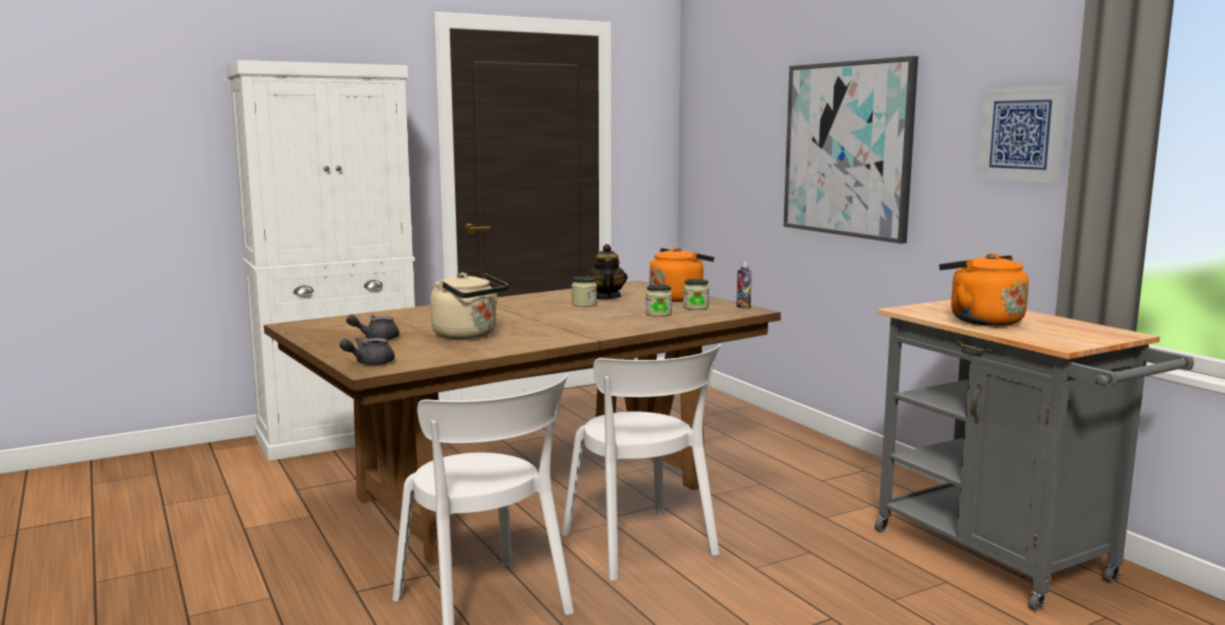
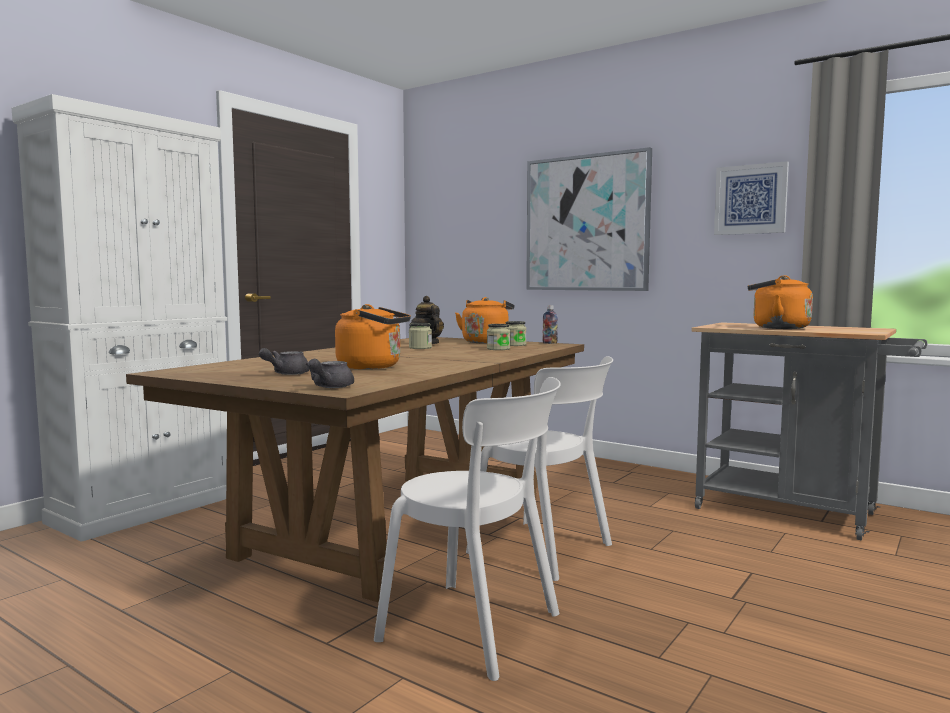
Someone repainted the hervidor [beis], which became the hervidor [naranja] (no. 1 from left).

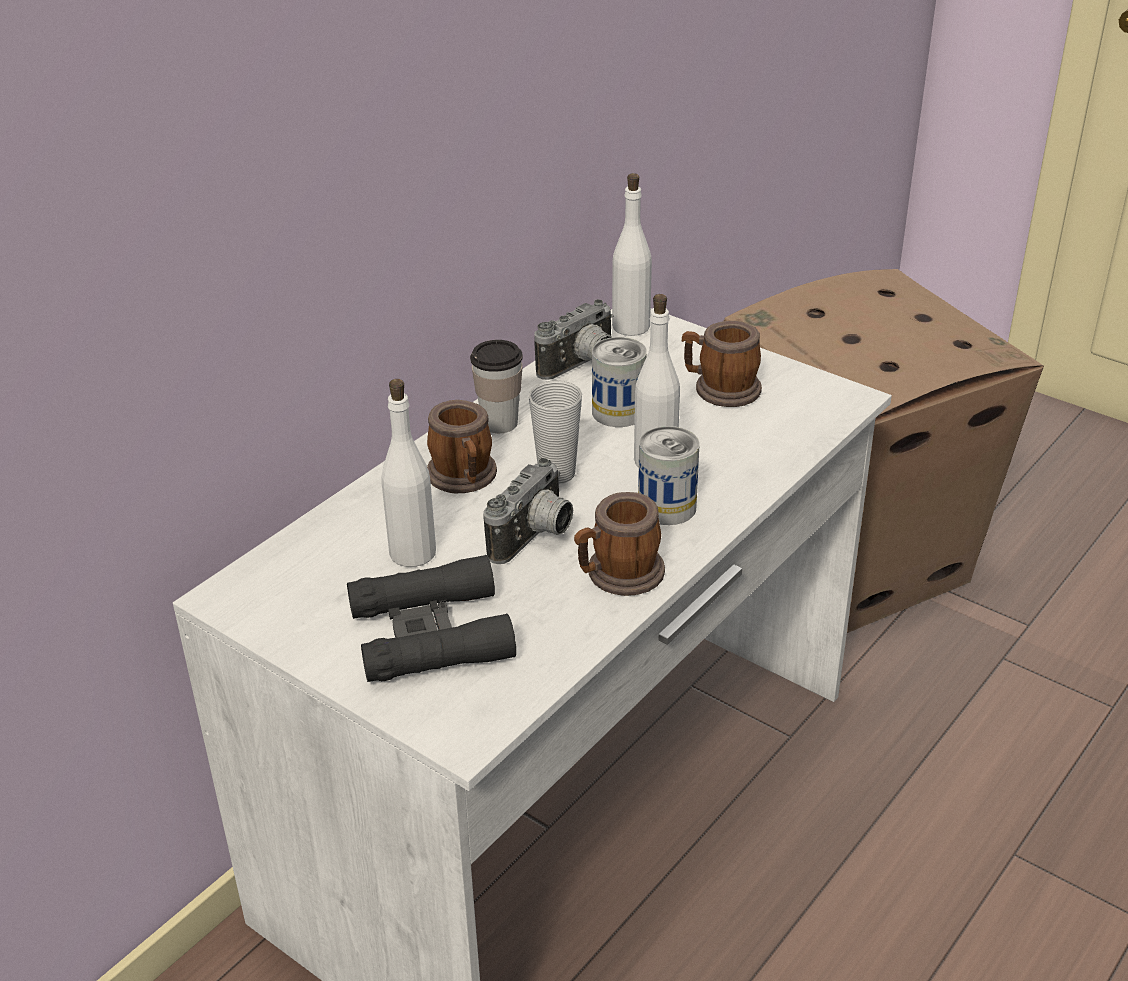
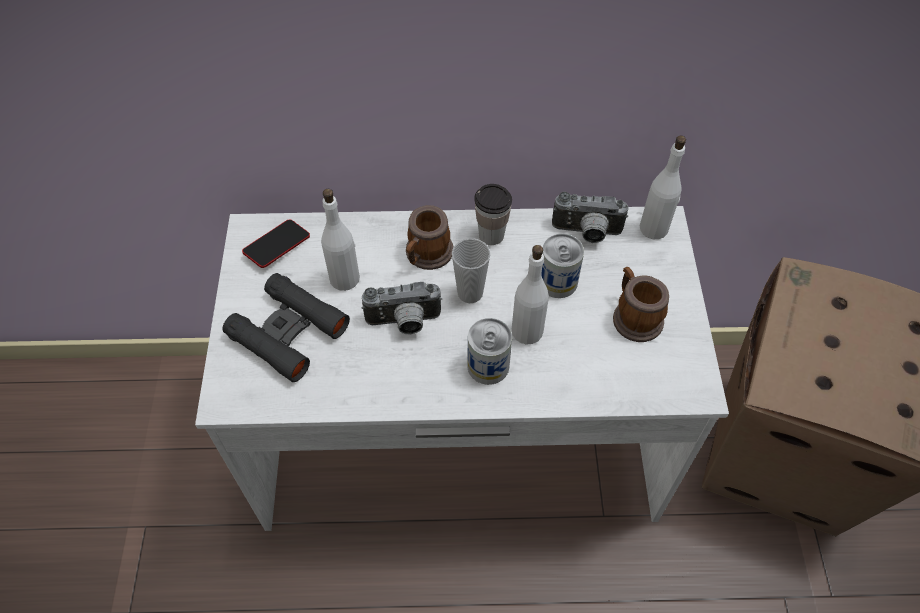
Someone took away the taza grande (no. 2 from left).
Someone put down the móvil.

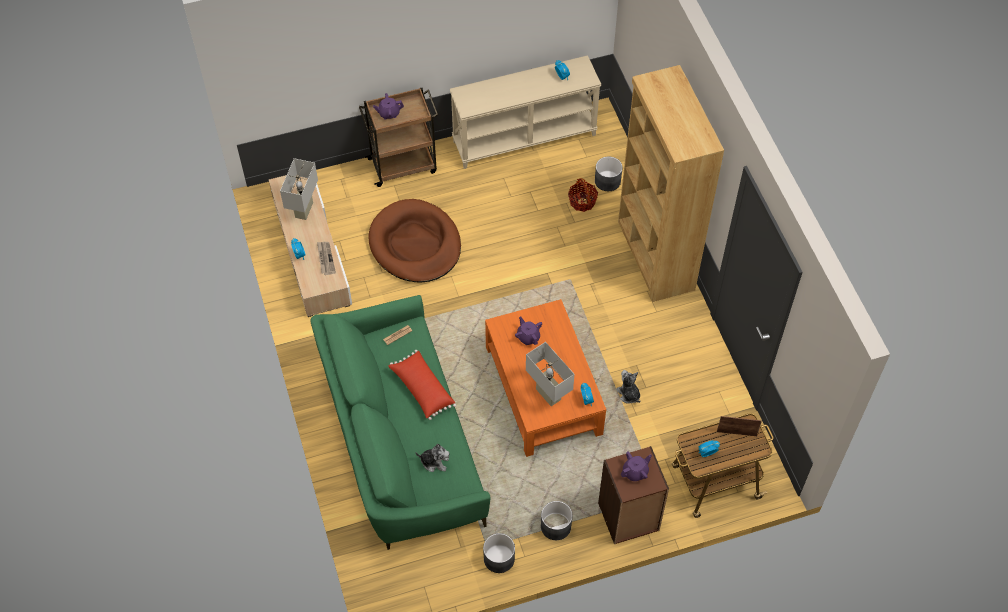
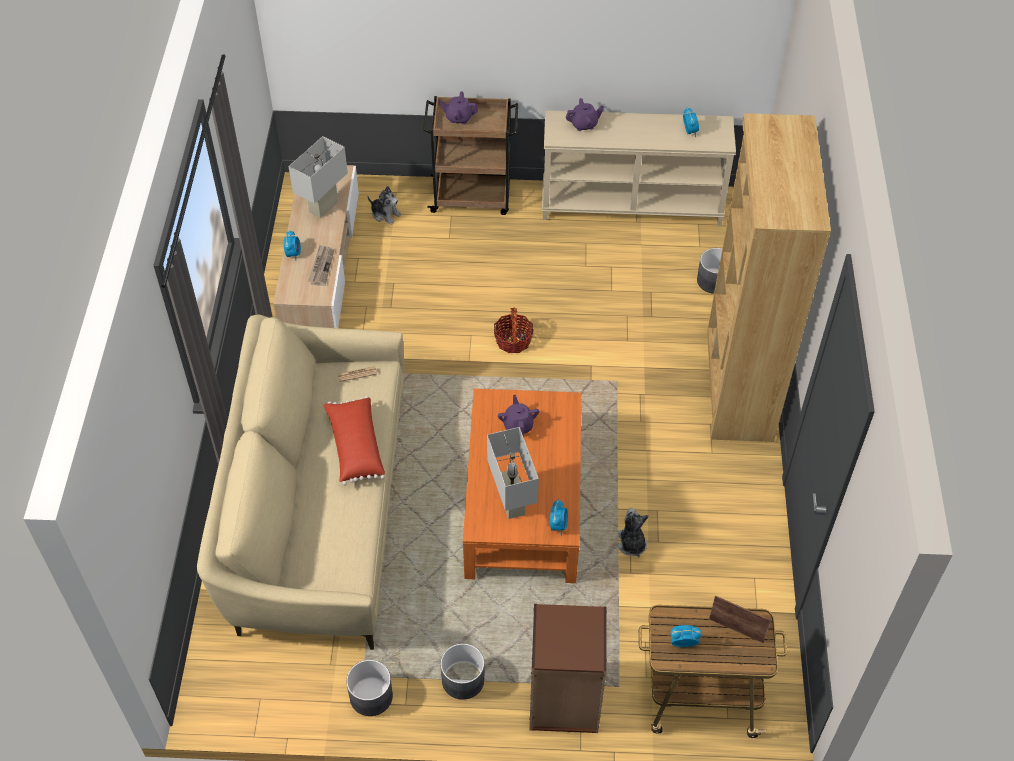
Someone repainted the sofá [verde], which became the sofá [beis].
Someone took away the cama para perro [marrón].
Someone carried the peluche (no. 1 from left).
Someone carried the cesta.
Someone carried the tetera [morado] (no. 3 from left).

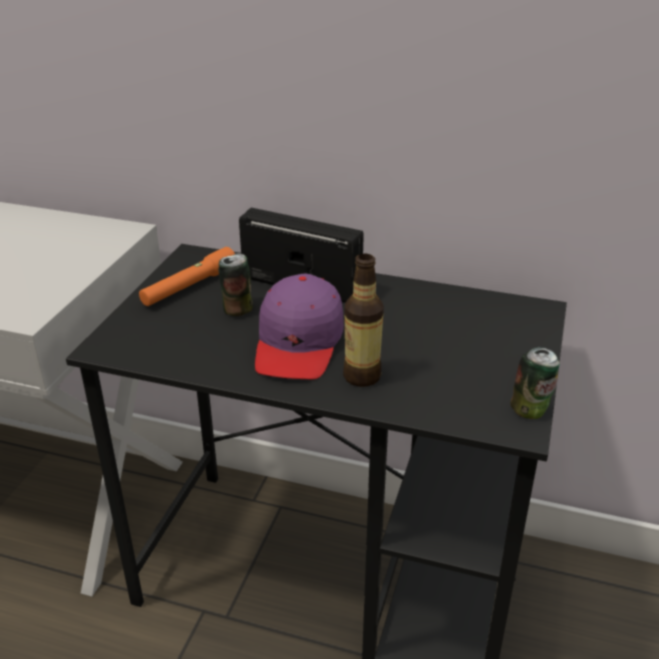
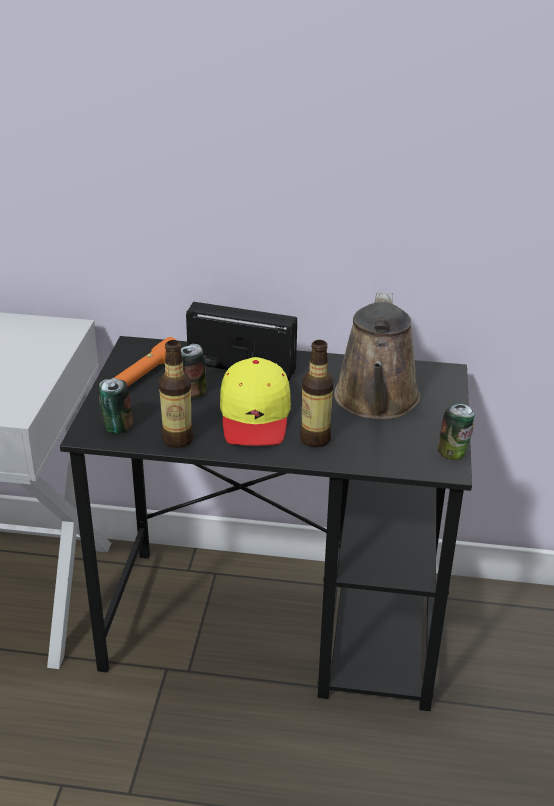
Someone repainted the gorra [morado], which became the gorra [amarillo].
Someone put down the lata (no. 1 from left).
Someone put down the botella (no. 1 from left).
Someone put down the regadera [marrón].

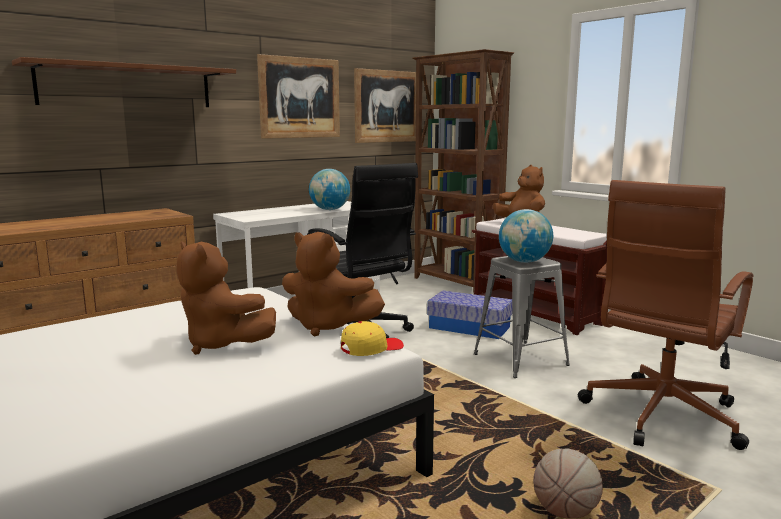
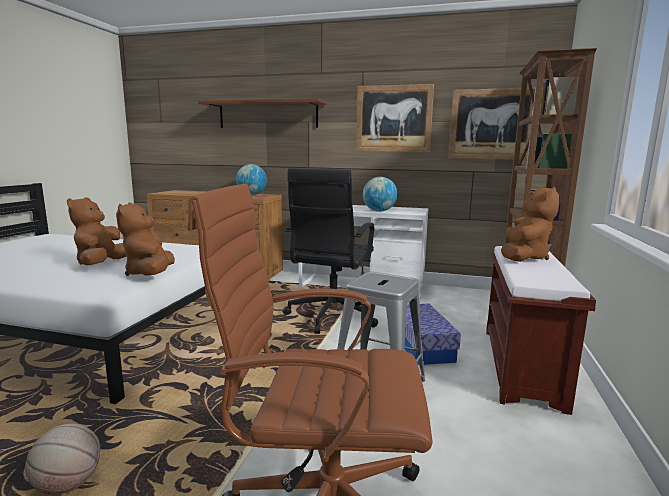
Someone took away the gorra [amarillo].
Someone carried the globo terráqueo (no. 2 from left in the first image).

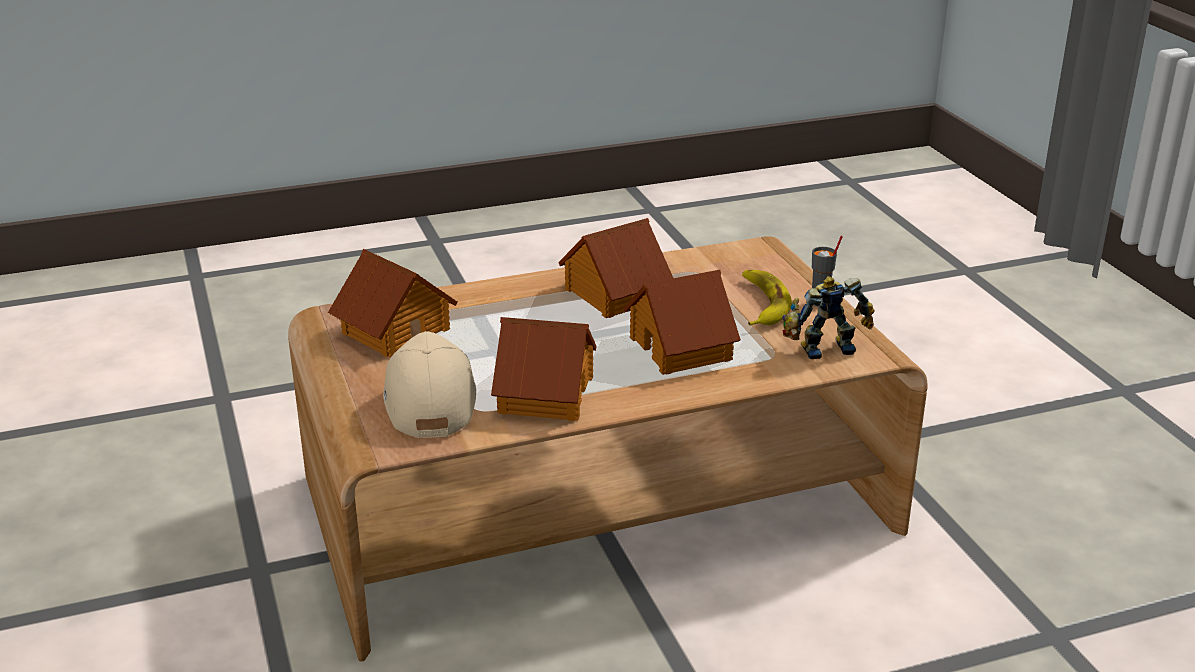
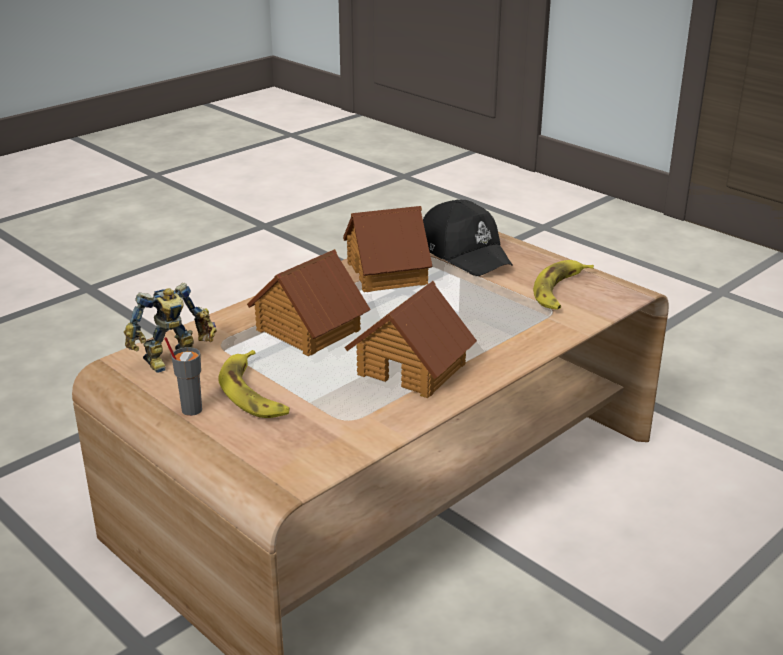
Someone swapped the casita (no. 1 from left) for the plátano (no. 2 from left).
Someone repainted the gorra [beis], which became the gorra [negro].

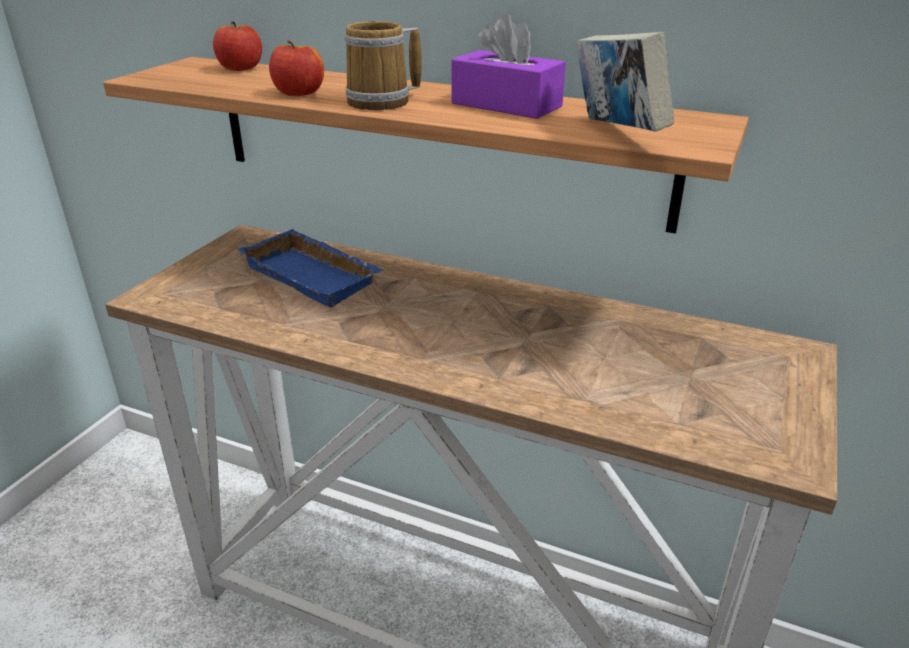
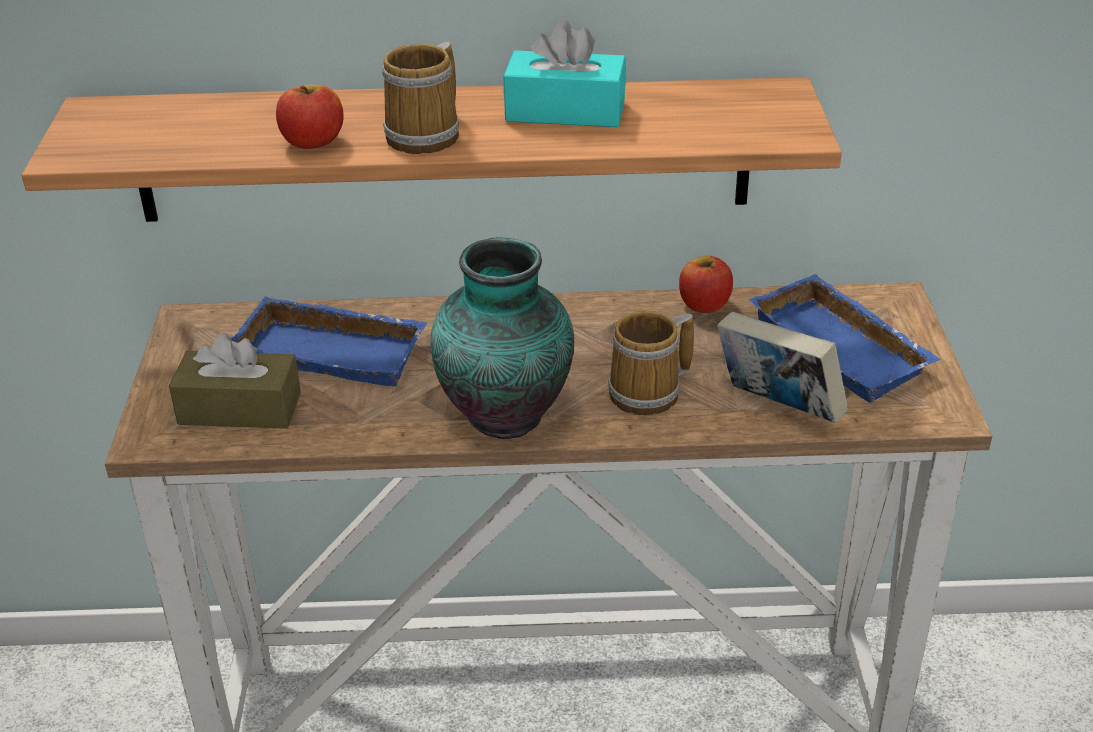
Someone carried the manzana (no. 1 from left in the first image).
Someone repainted the caja de pañuelos [morado], which became the caja de pañuelos [turquesa].
Someone carried the libro.
Someone put down the caja de pañuelos [marrón].
Someone put down the florero.
Someone put down the taza grande (no. 2 from left).
Someone put down the bandeja [azul] (no. 2 from left).

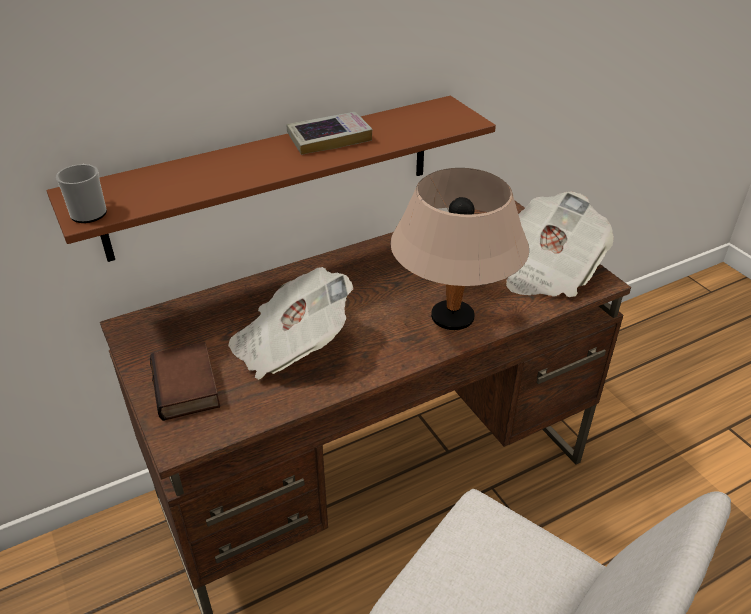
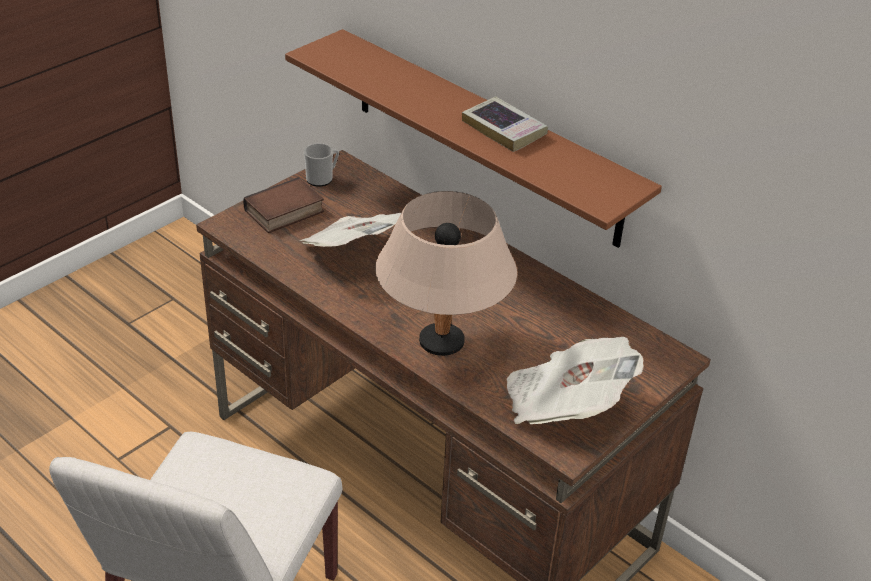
Someone carried the taza grande.

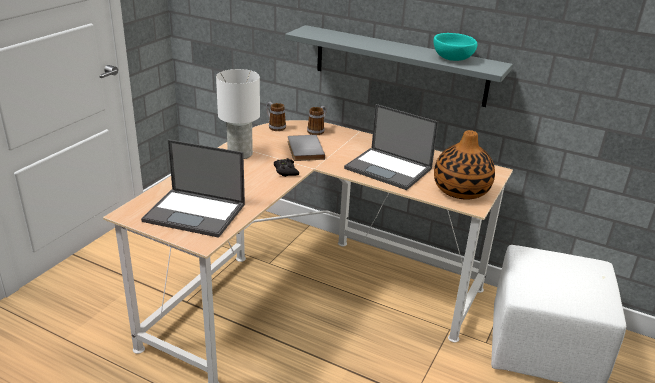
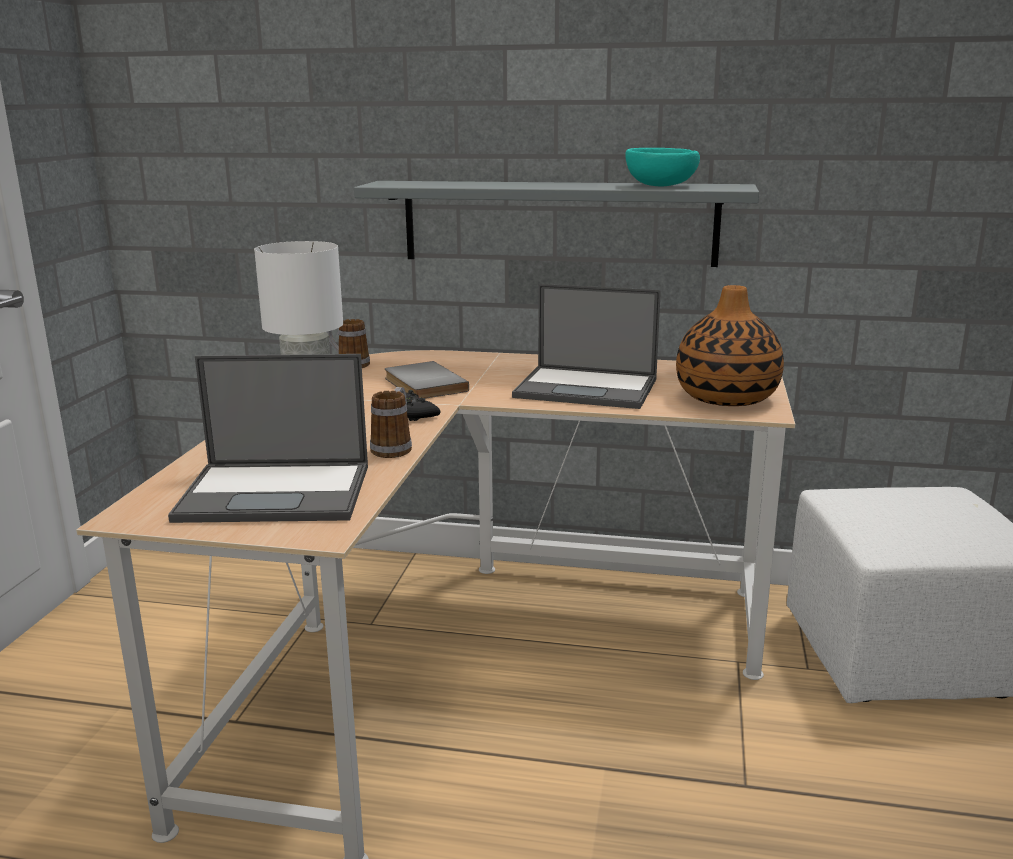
Someone carried the taza grande (no. 2 from left).

